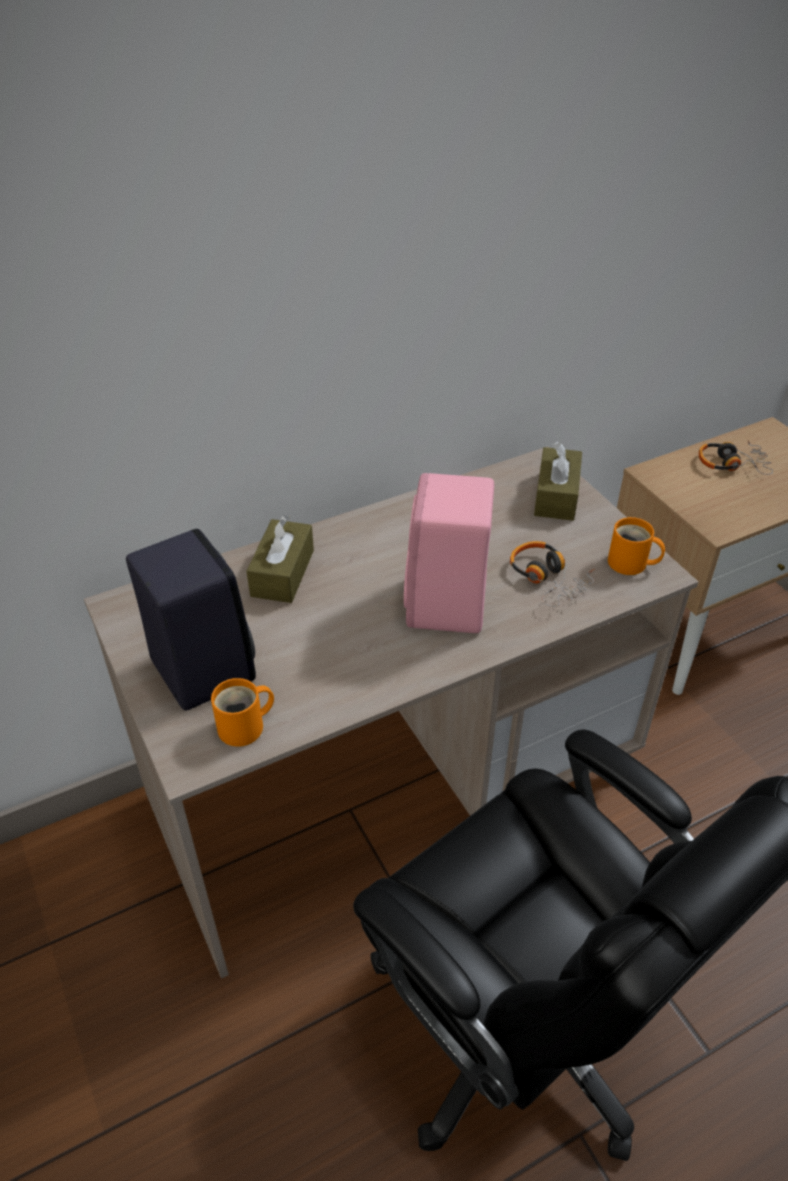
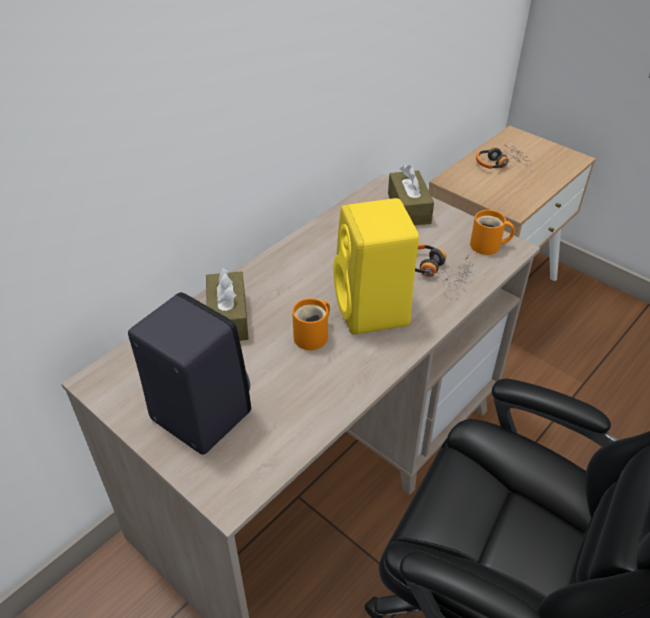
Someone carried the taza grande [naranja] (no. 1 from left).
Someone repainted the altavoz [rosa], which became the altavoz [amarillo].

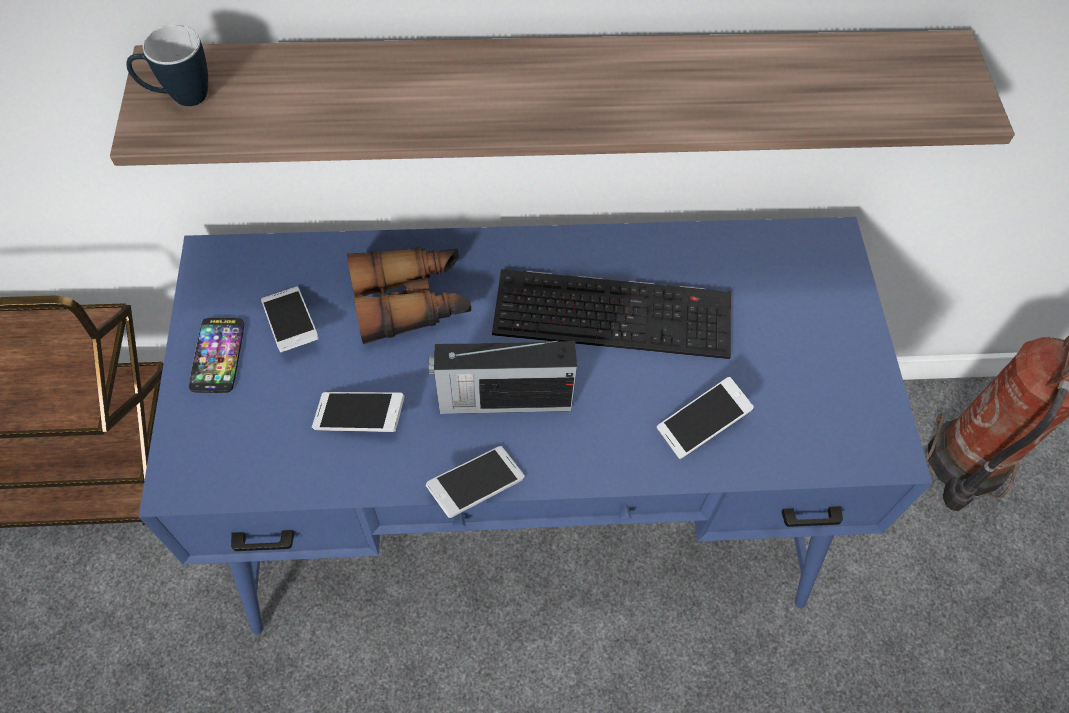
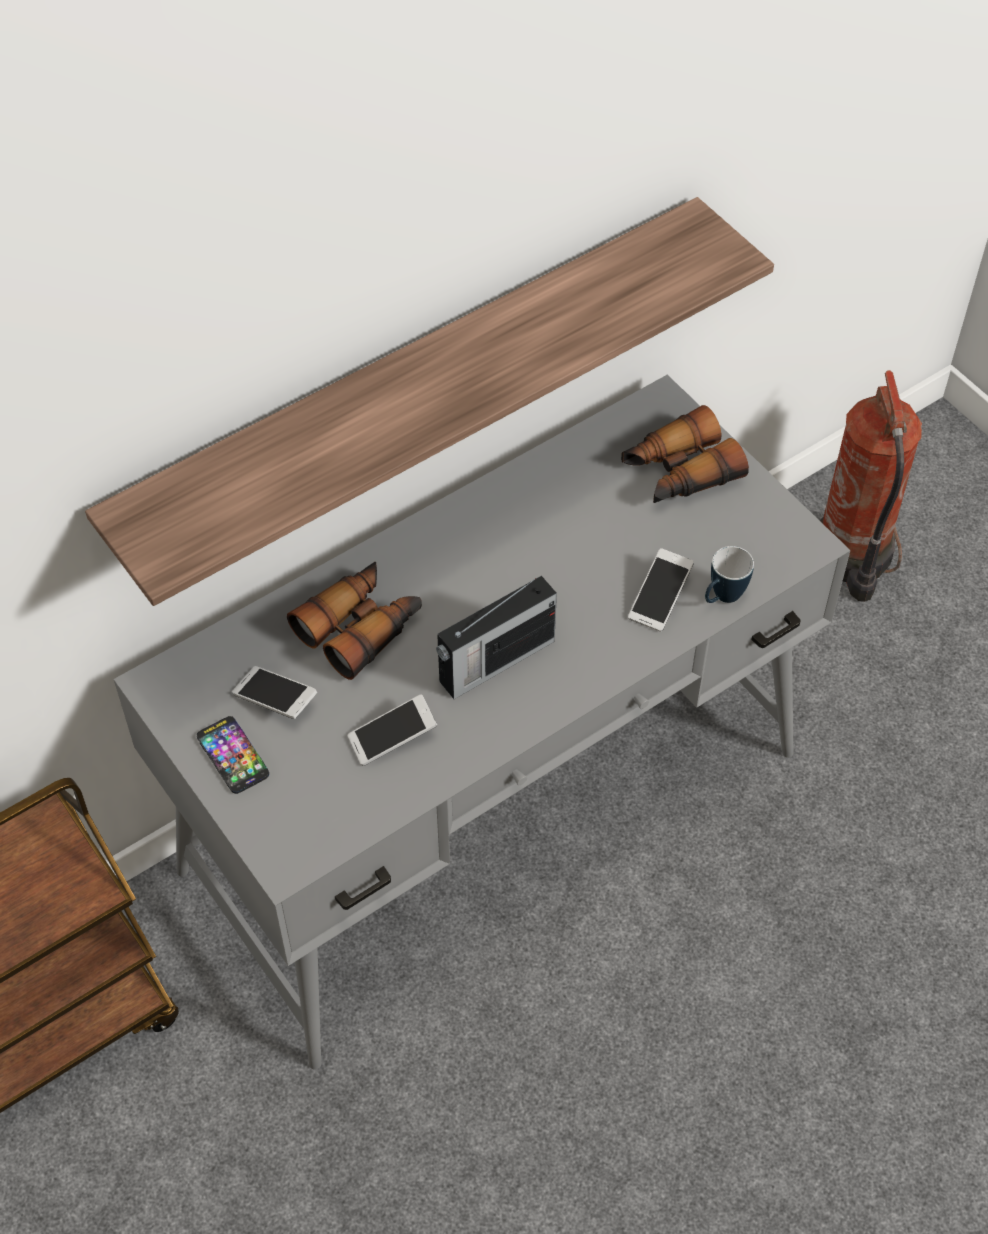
Someone carried the taza grande.
Someone repainted the escritorio [azul], which became the escritorio [gris].
Someone took away the móvil (no. 4 from left).
Someone took away the teclado.
Someone put down the prismáticos (no. 2 from left).

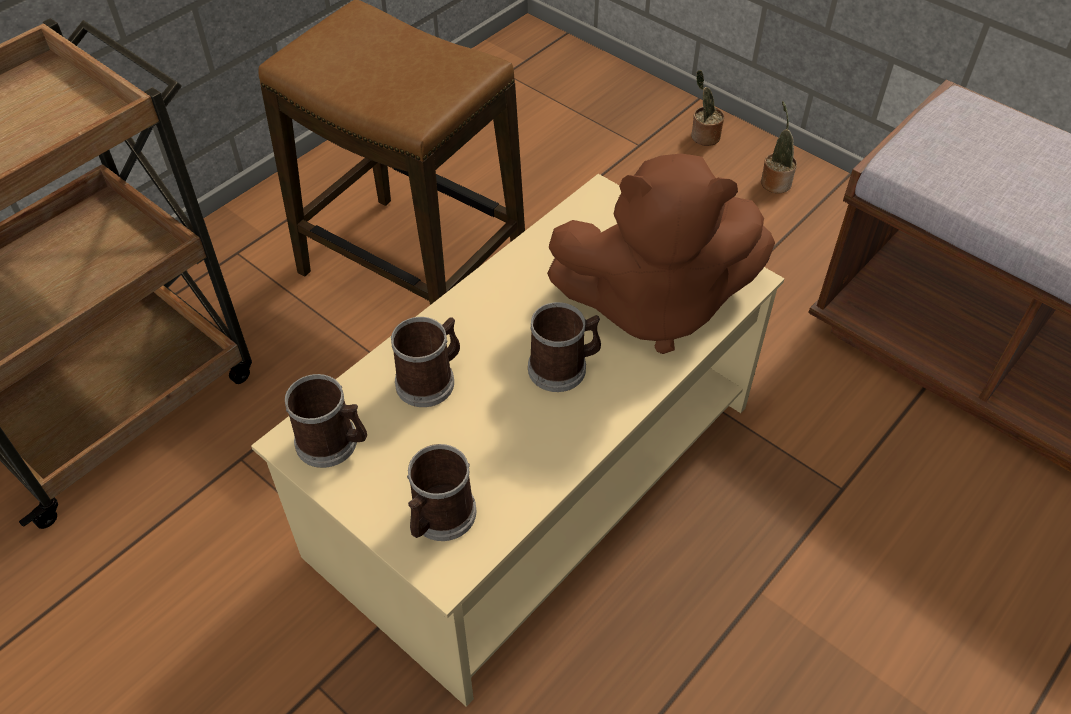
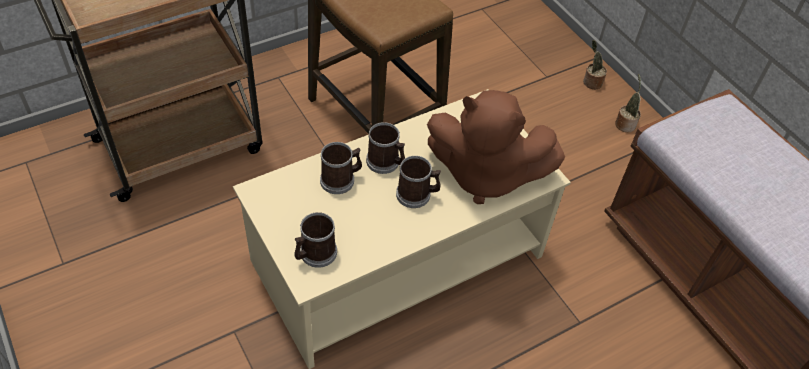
Someone carried the taza grande (no. 1 from left in the first image).

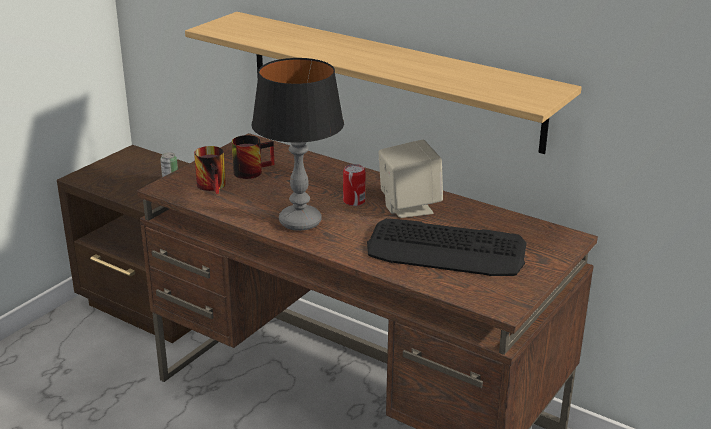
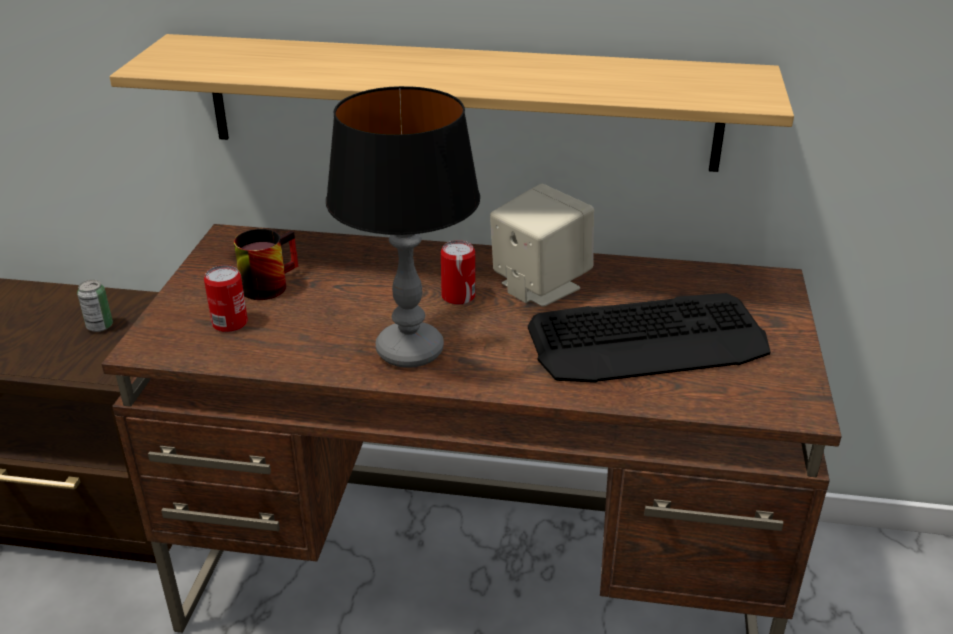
Someone swapped the taza grande (no. 1 from left) for the lata (no. 2 from left).

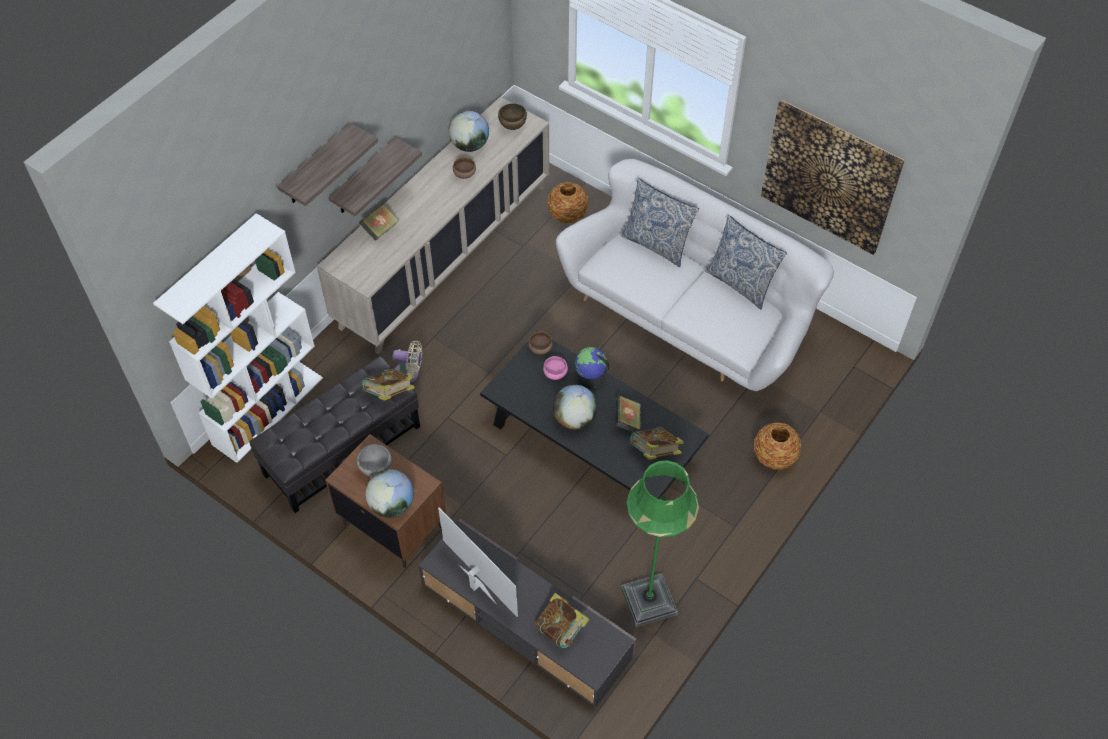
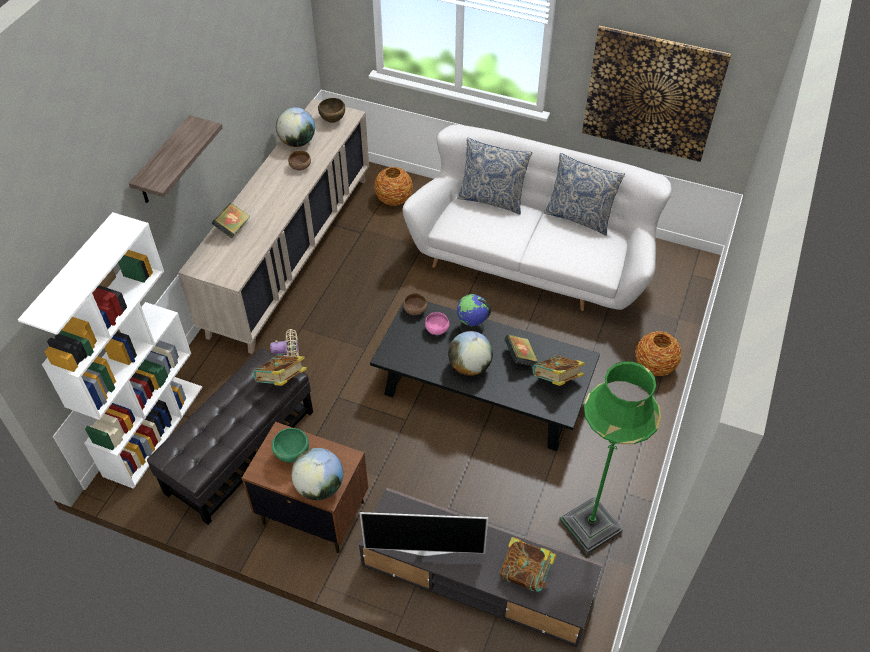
Someone took away the estante (no. 2 from left).
Someone repainted the cuenco [gris], which became the cuenco [verde].
Someone rotated the televisor by 150 degrees clockwise.

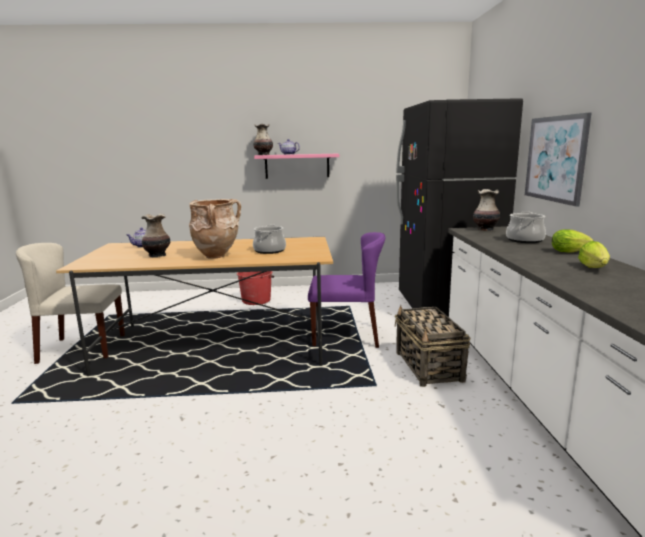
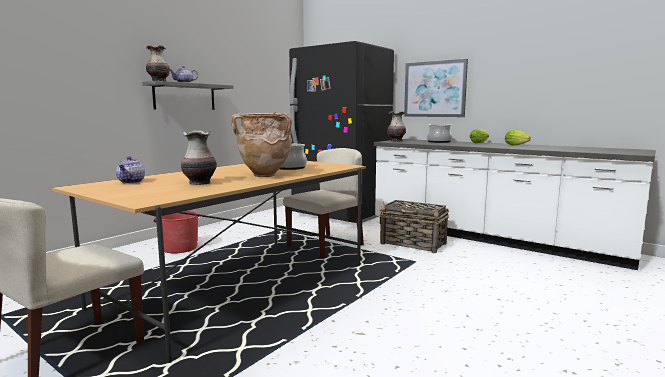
Someone repainted the estante [rosa], which became the estante [gris].
Someone repainted the silla [morado], which became the silla [beis] (no. 2 from left).

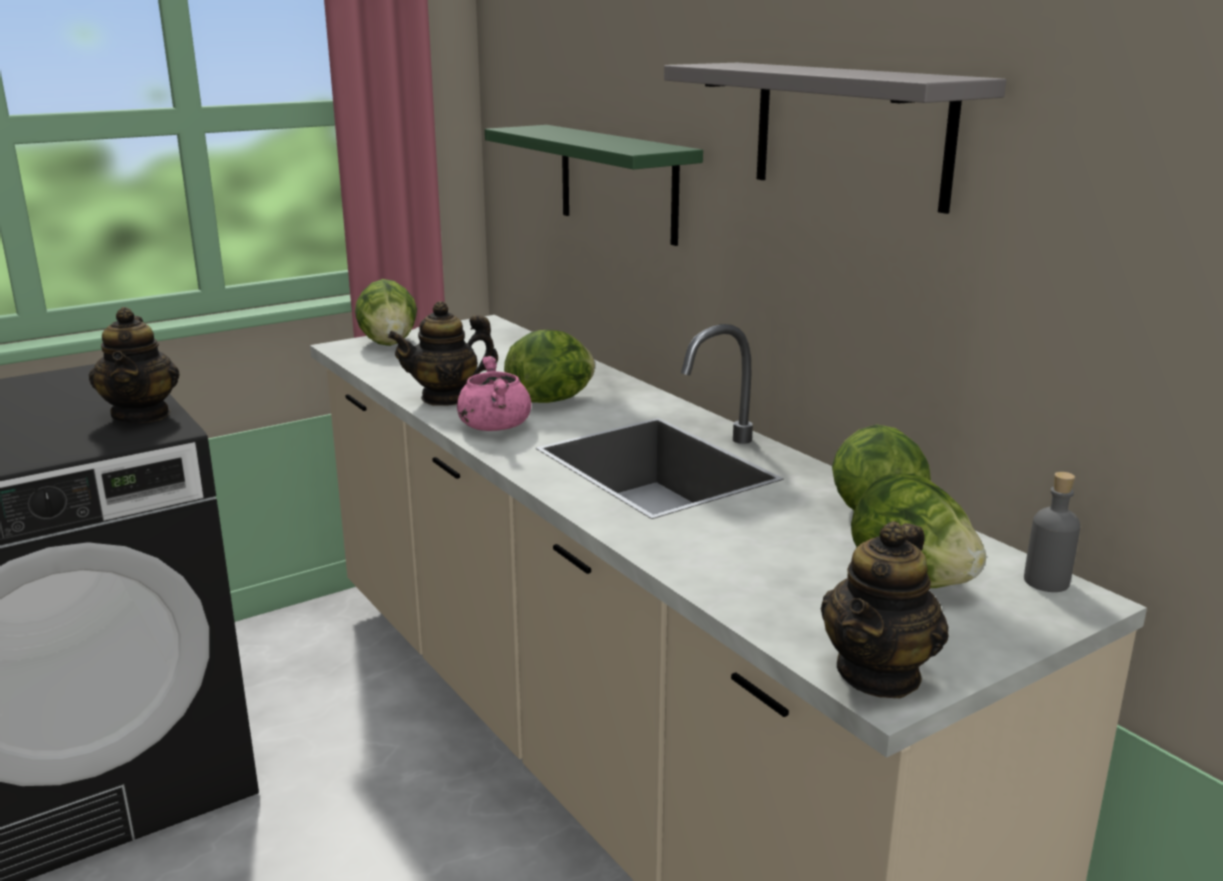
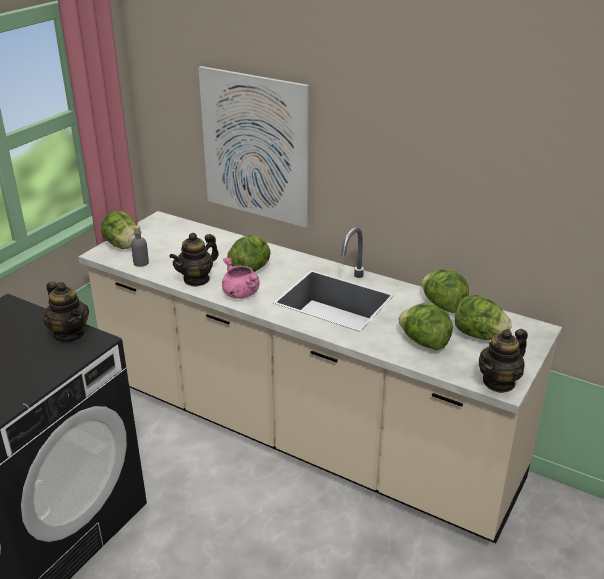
Someone swapped the estante [verde] for the cuadro.
Someone took away the estante [gris].
Someone rotated the tetera (no. 3 from left) by 45 degrees clockwise.
Someone carried the botella [gris].
Someone put down the lechuga (no. 3 from left).

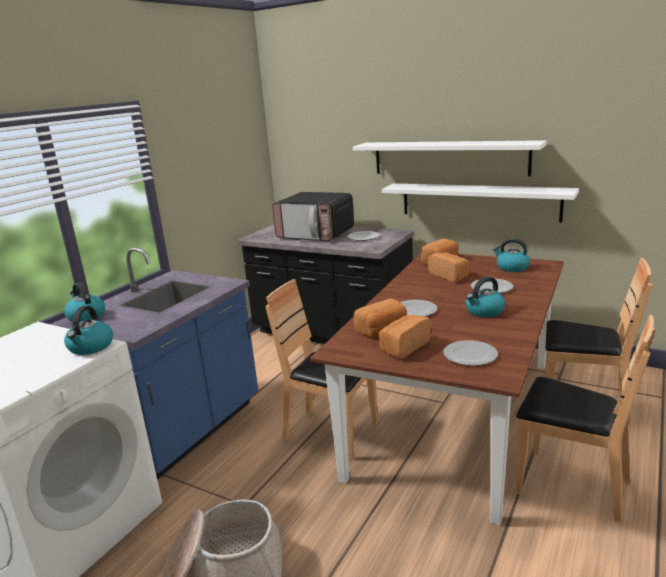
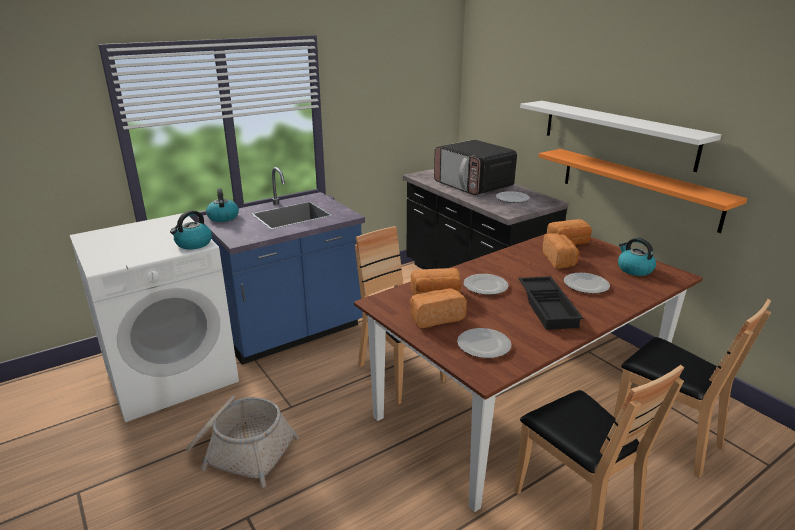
Someone repainted the estante [blanco] (no. 2 from left), which became the estante [naranja].
Someone swapped the hervidor (no. 3 from left) for the bandeja [negro].

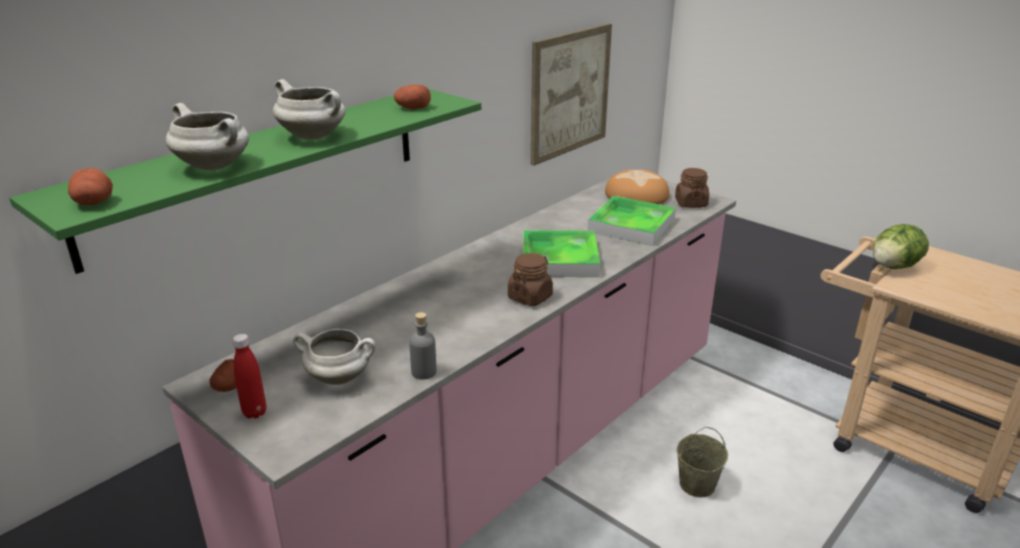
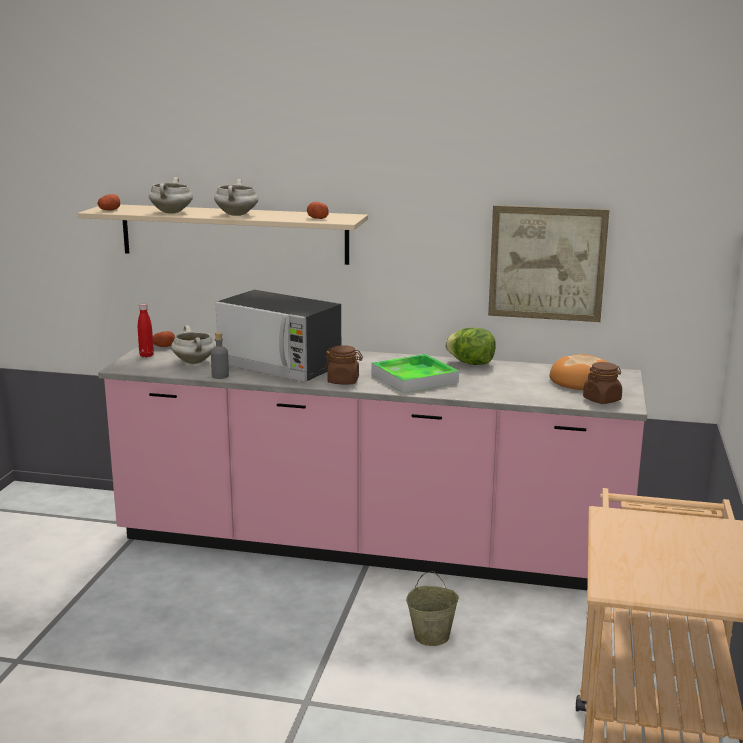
Someone repainted the estante [verde], which became the estante [beis].
Someone took away the bandeja (no. 2 from left).
Someone carried the lechuga.
Someone put down the microondas.

